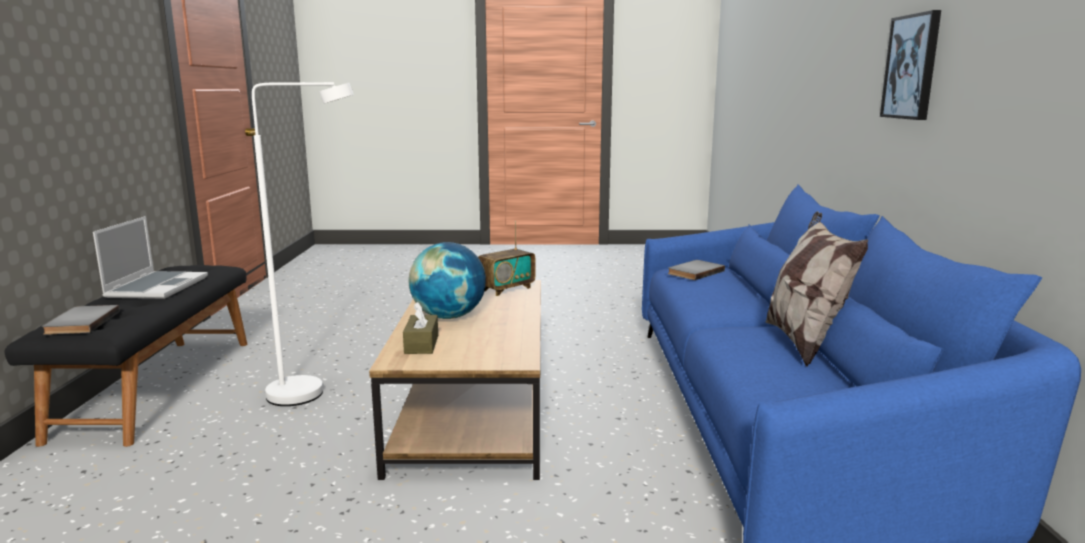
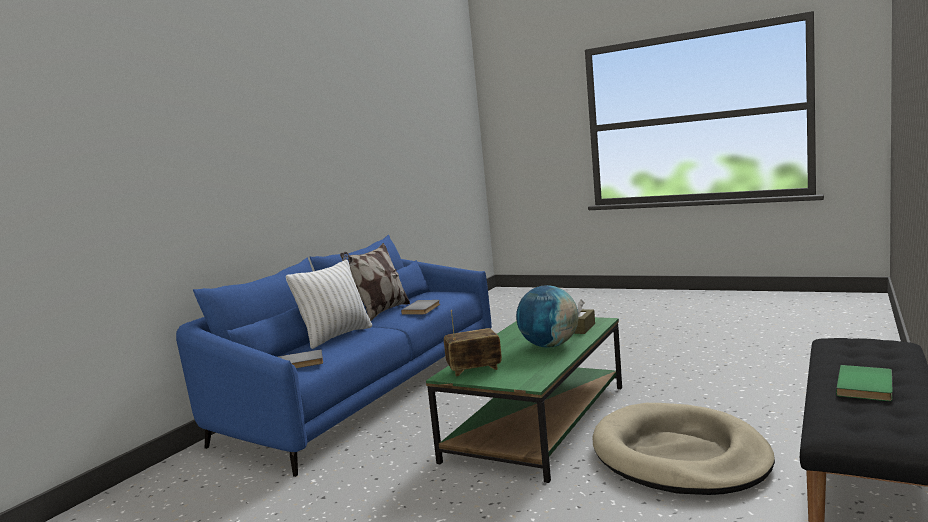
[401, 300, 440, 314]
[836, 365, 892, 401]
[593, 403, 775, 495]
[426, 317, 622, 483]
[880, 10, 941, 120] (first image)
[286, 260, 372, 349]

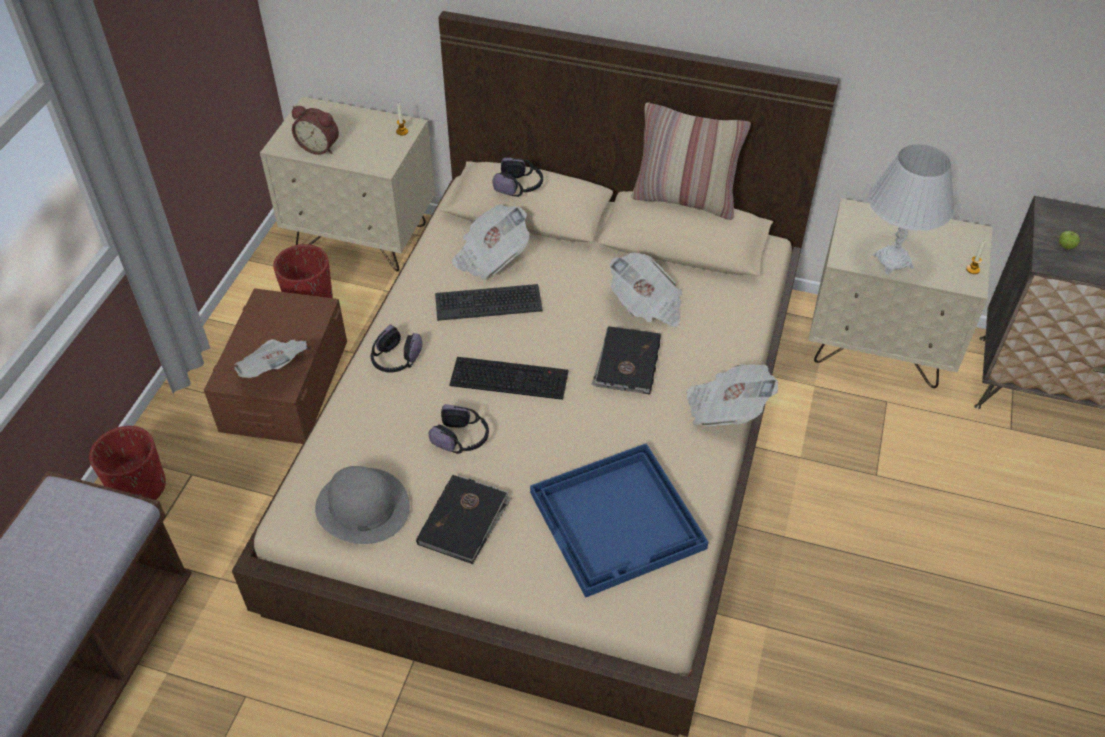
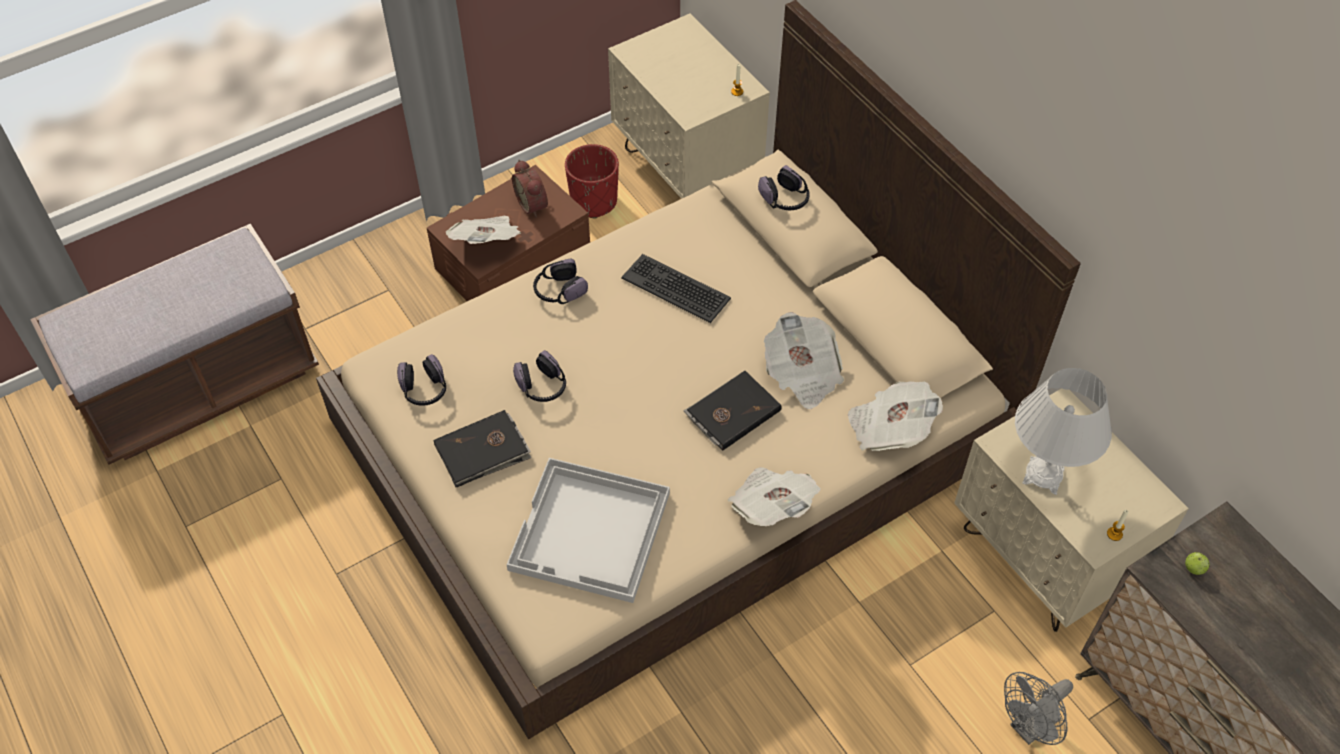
[89, 426, 166, 500] (first image)
[512, 160, 548, 217]
[397, 354, 446, 406]
[449, 357, 568, 400] (first image)
[847, 381, 943, 451]
[506, 458, 670, 603]
[631, 102, 751, 220] (first image)
[1004, 672, 1073, 745]

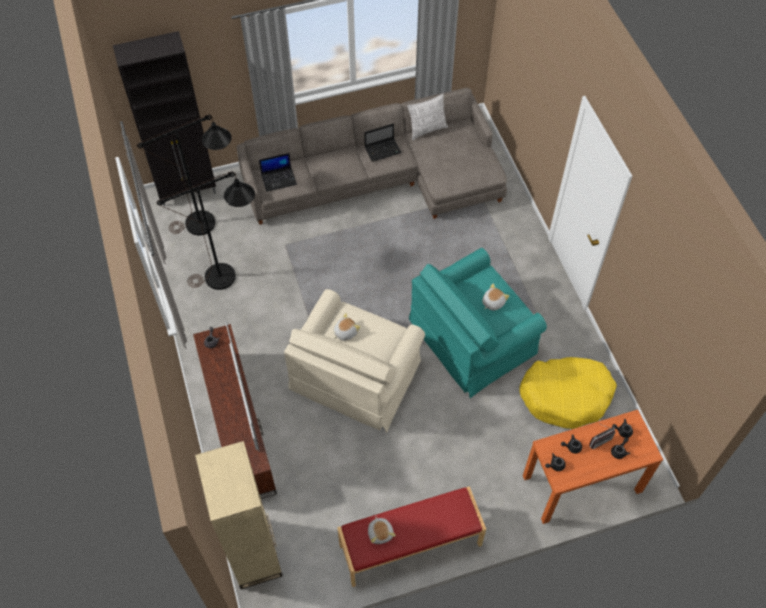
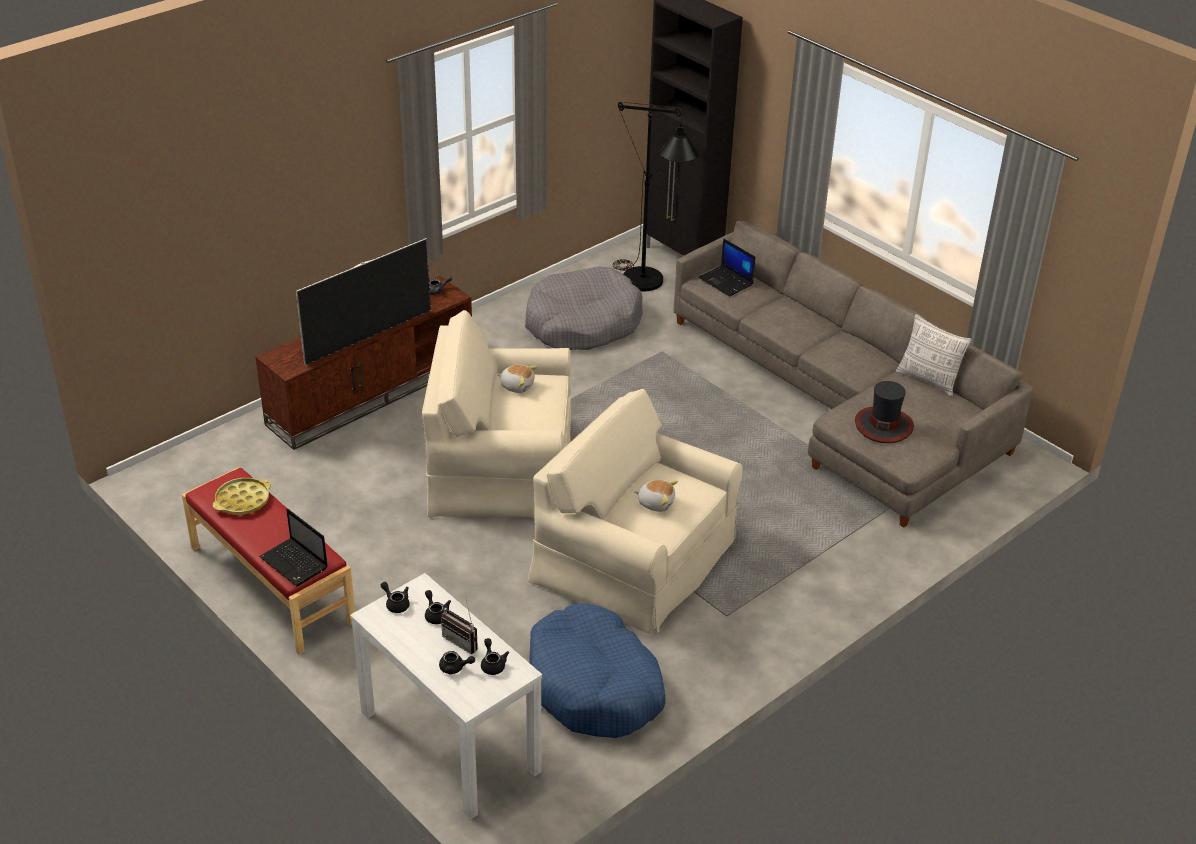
[525, 266, 643, 350]
[195, 441, 282, 589] (first image)
[259, 508, 328, 586]
[213, 478, 271, 515]
[528, 389, 743, 634]
[529, 603, 665, 738]
[350, 573, 542, 820]
[855, 381, 914, 443]

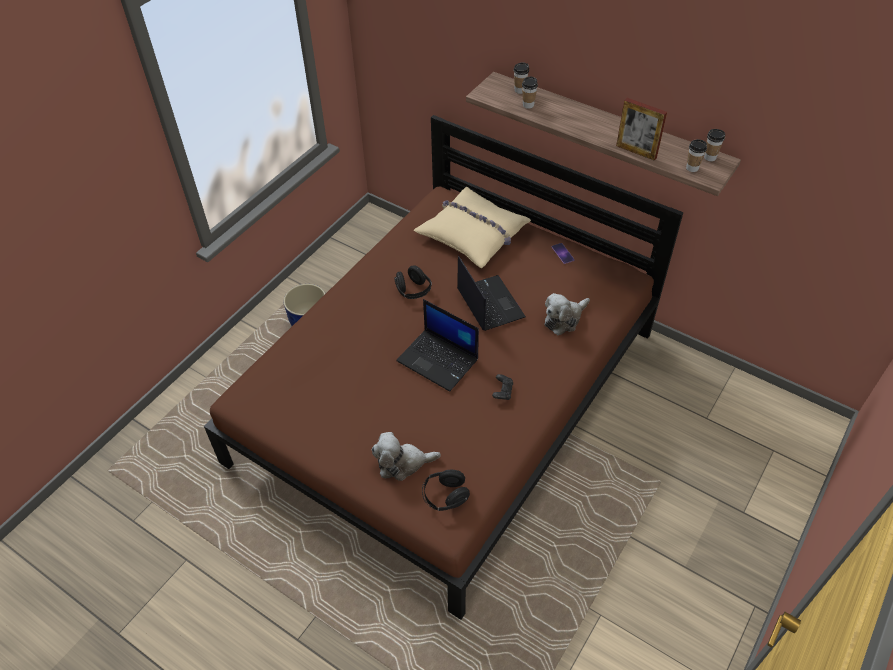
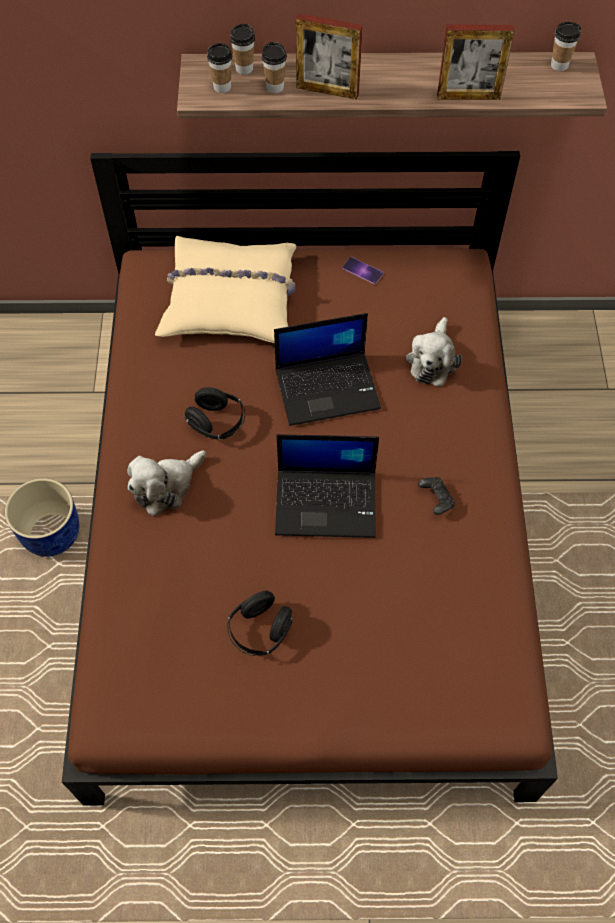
[127, 450, 206, 516]
[227, 591, 292, 656]
[274, 313, 381, 426]
[207, 43, 232, 93]
[296, 13, 363, 100]

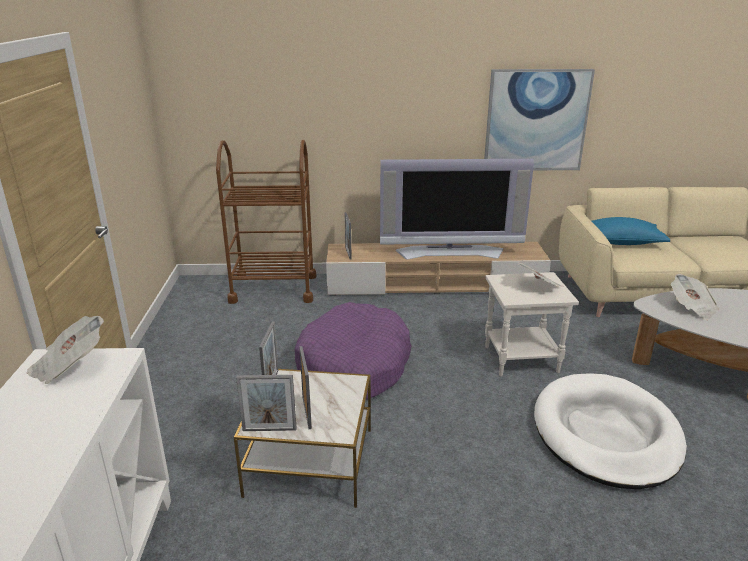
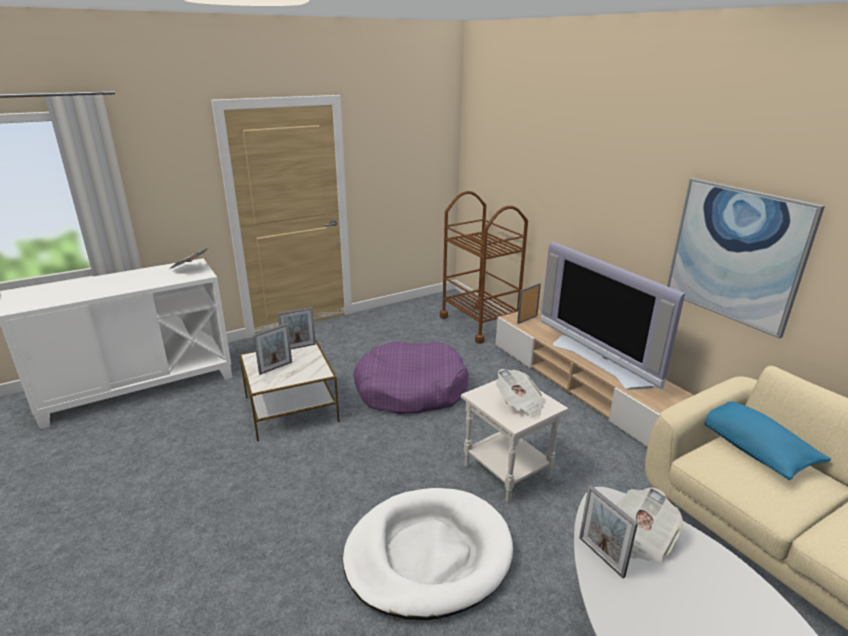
[579, 485, 638, 578]

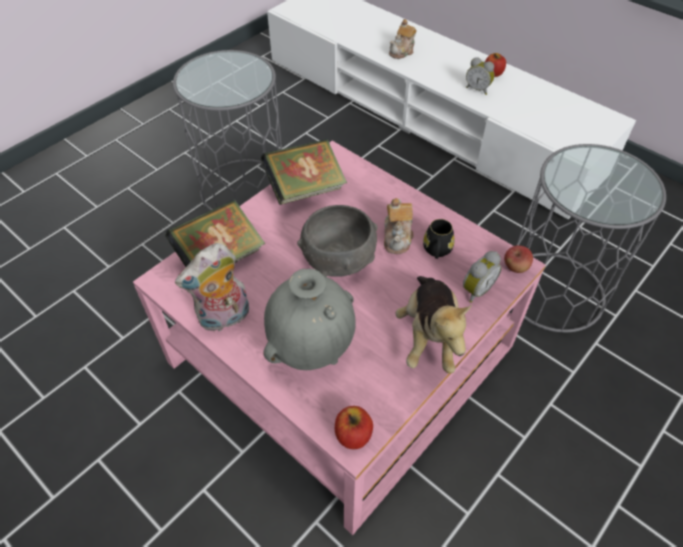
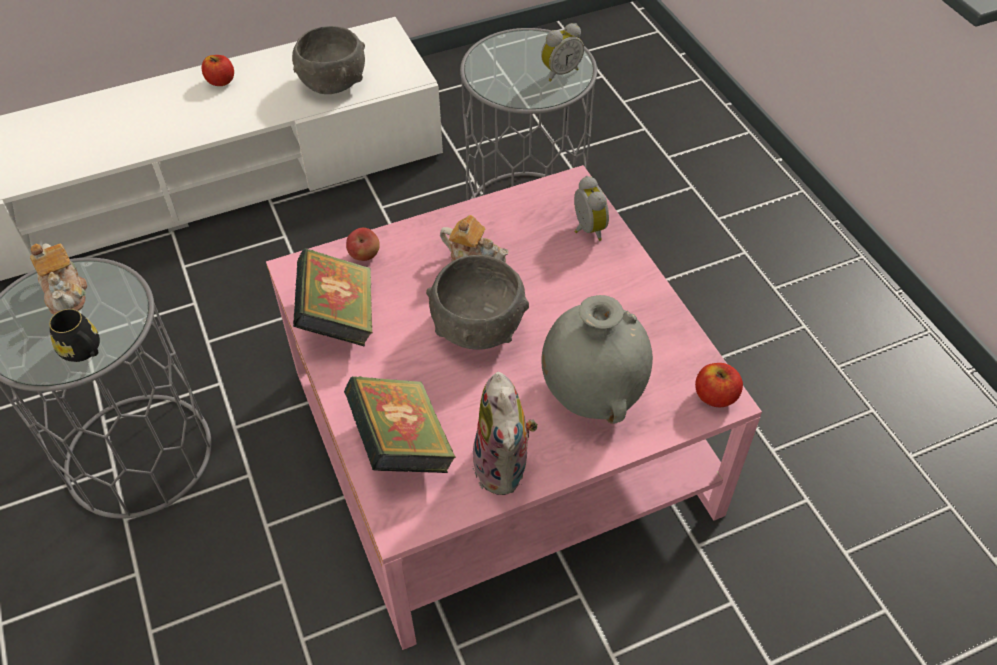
[30, 243, 87, 315]
[396, 276, 472, 374] (first image)
[49, 309, 100, 362]
[541, 23, 584, 82]
[346, 228, 380, 261]
[292, 26, 365, 94]

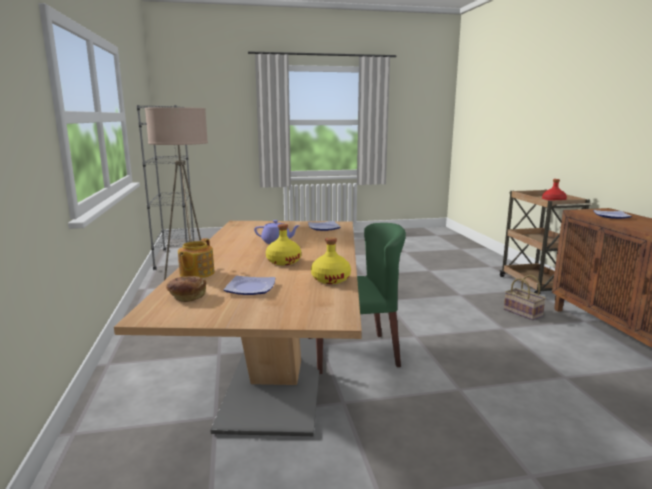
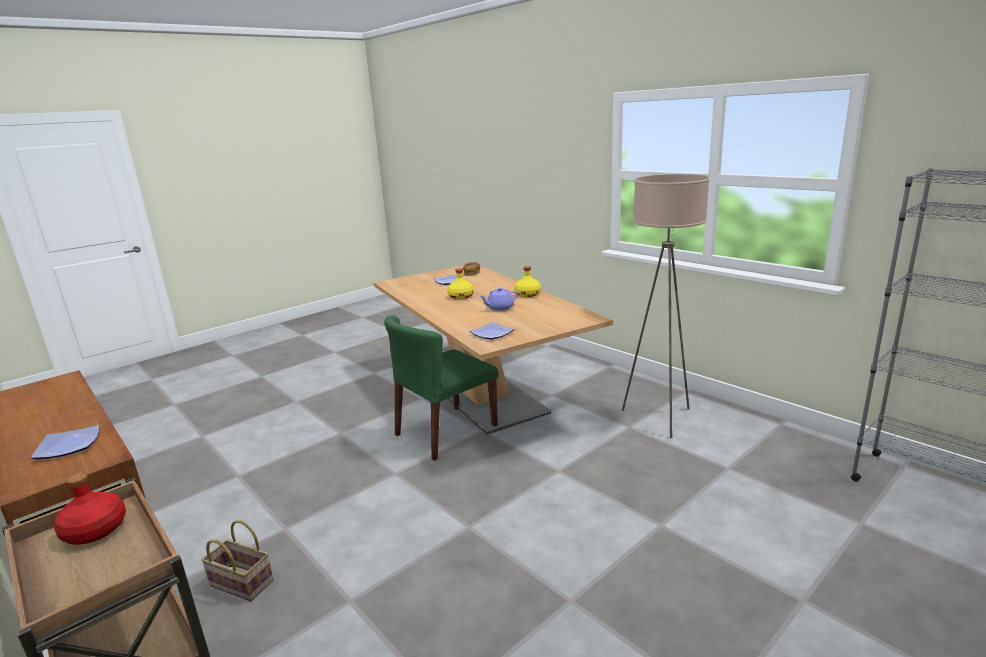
[178, 238, 215, 278] (first image)
[514, 266, 541, 298]

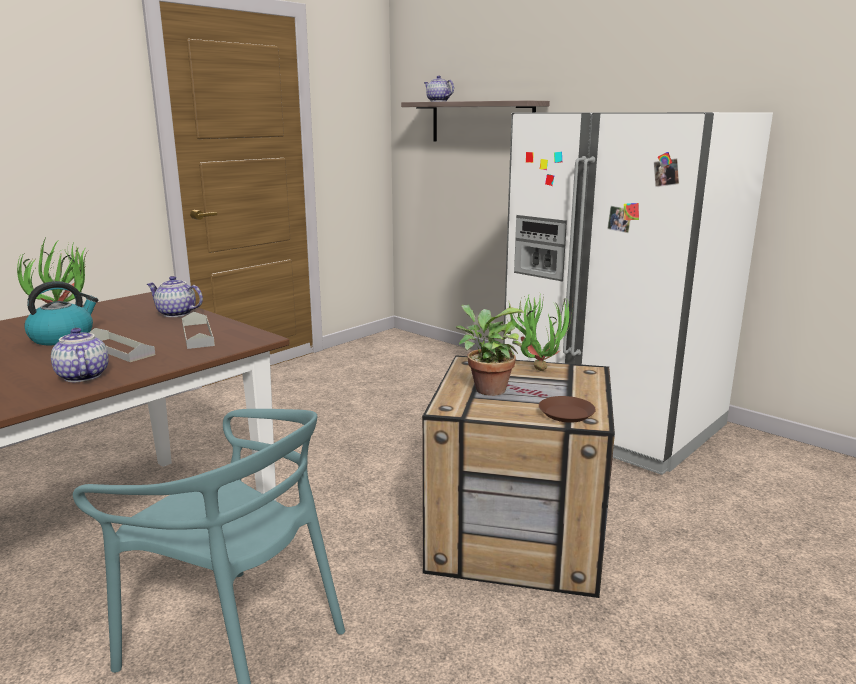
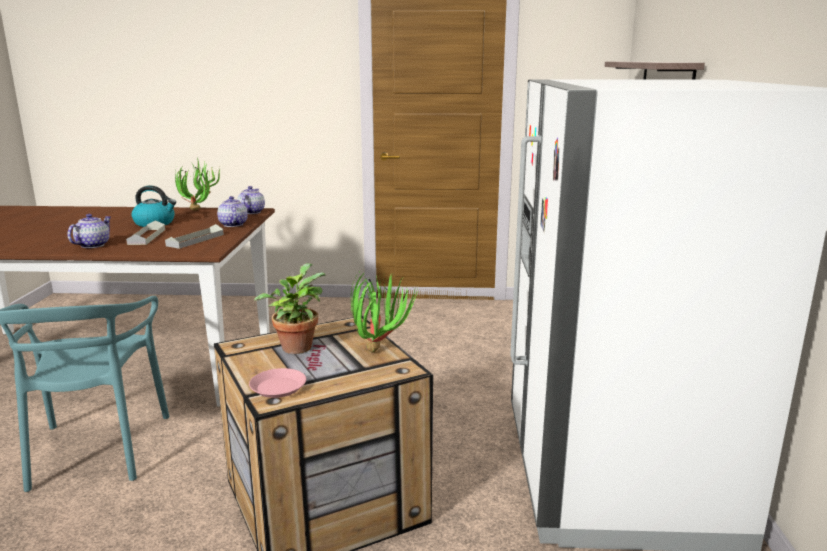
[237, 186, 265, 214]
[249, 368, 306, 398]

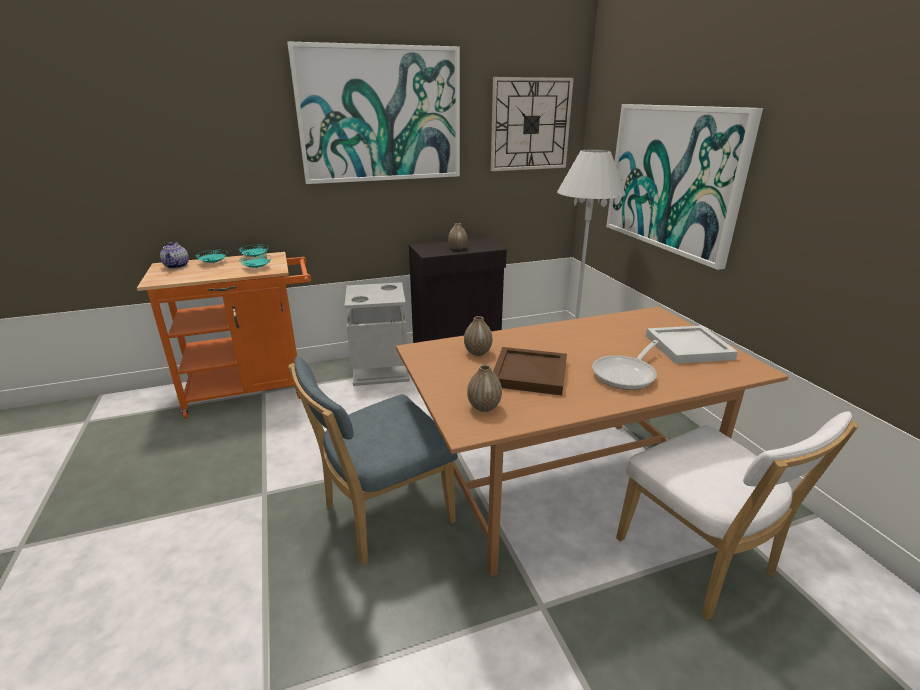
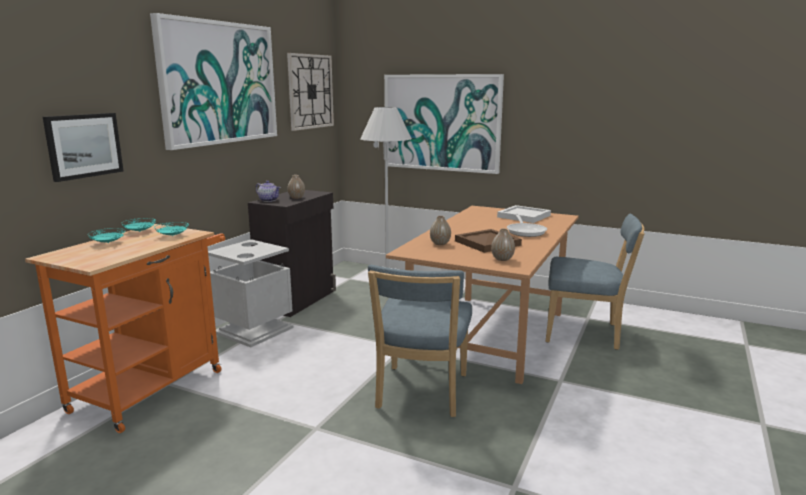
[256, 181, 281, 202]
[545, 214, 645, 350]
[43, 113, 123, 182]

